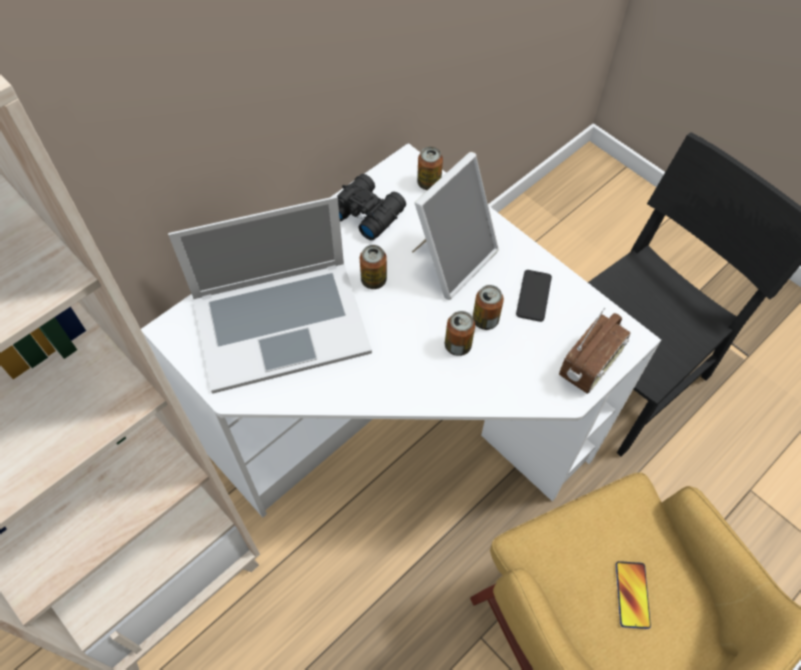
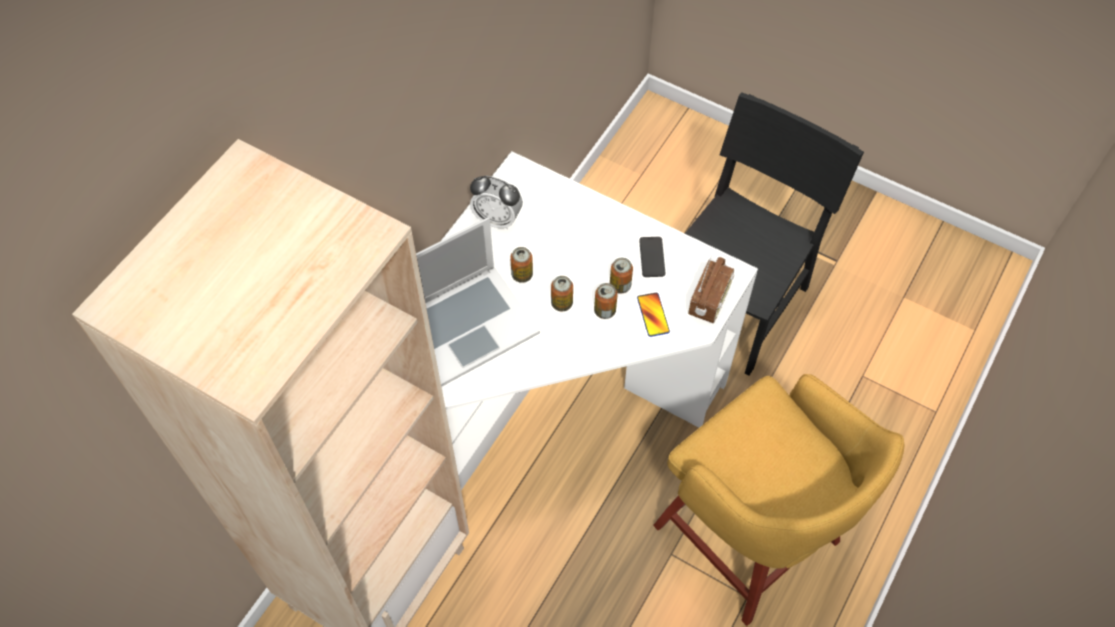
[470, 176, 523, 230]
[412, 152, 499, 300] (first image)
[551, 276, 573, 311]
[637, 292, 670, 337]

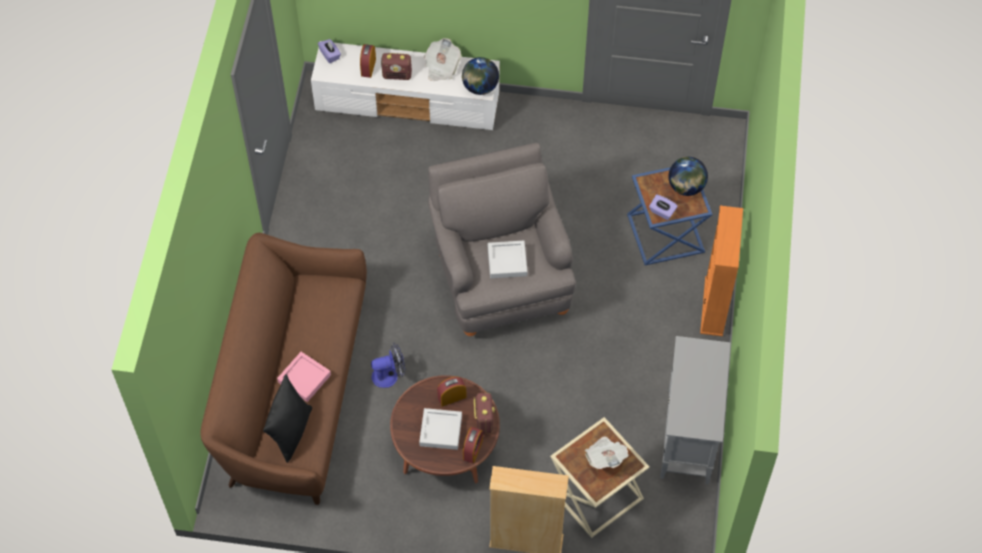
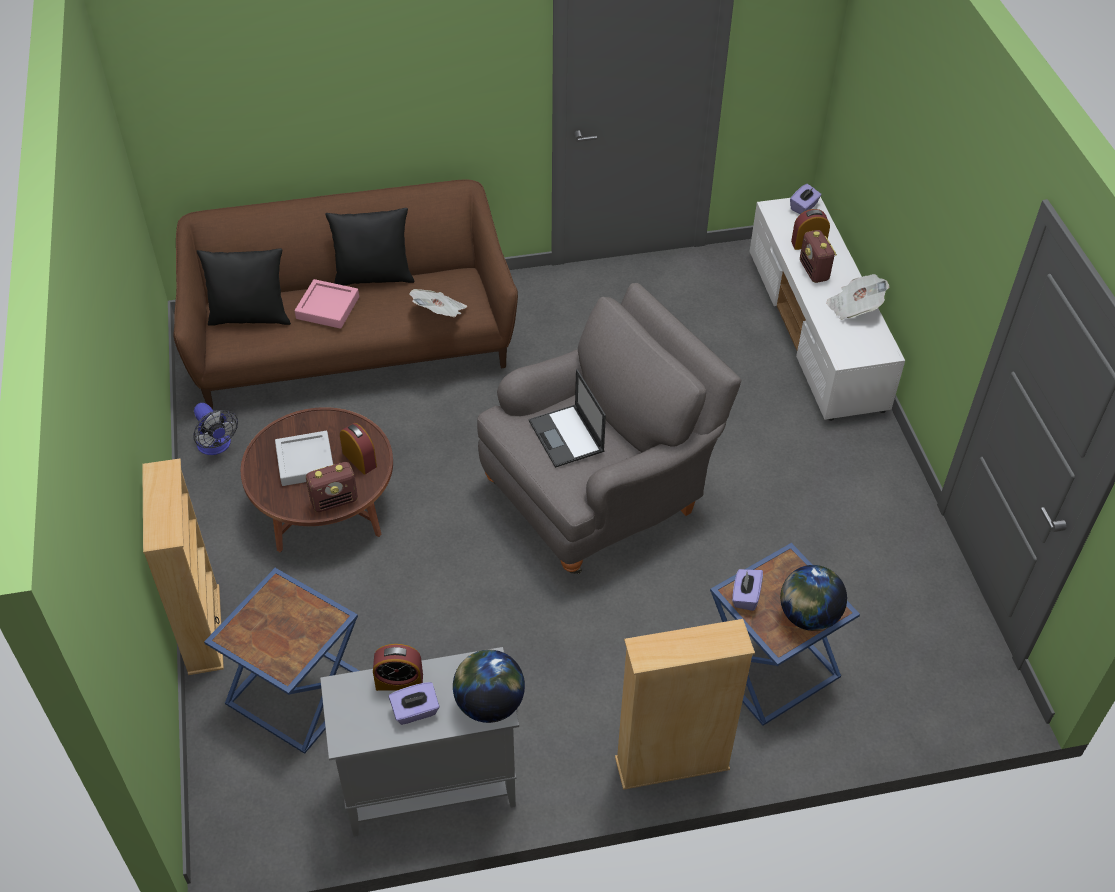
[193, 403, 238, 455]
[453, 650, 525, 723]
[373, 644, 423, 691]
[529, 369, 606, 468]
[204, 568, 360, 754]
[409, 289, 467, 317]
[615, 619, 755, 790]
[325, 208, 414, 286]
[389, 682, 440, 725]

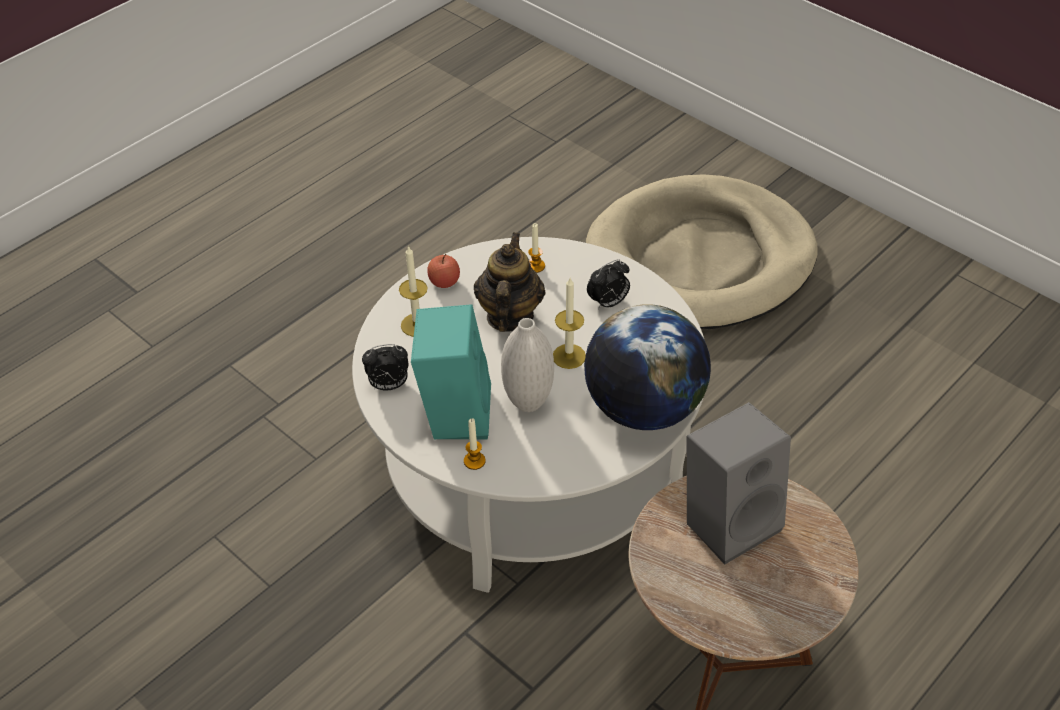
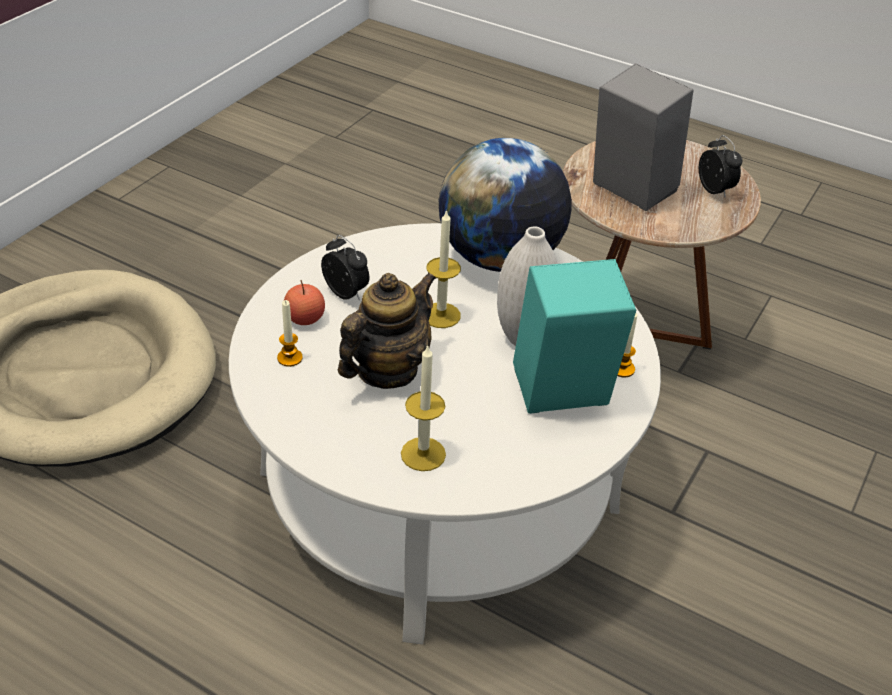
[699, 135, 742, 198]
[284, 280, 325, 325]
[338, 272, 436, 389]

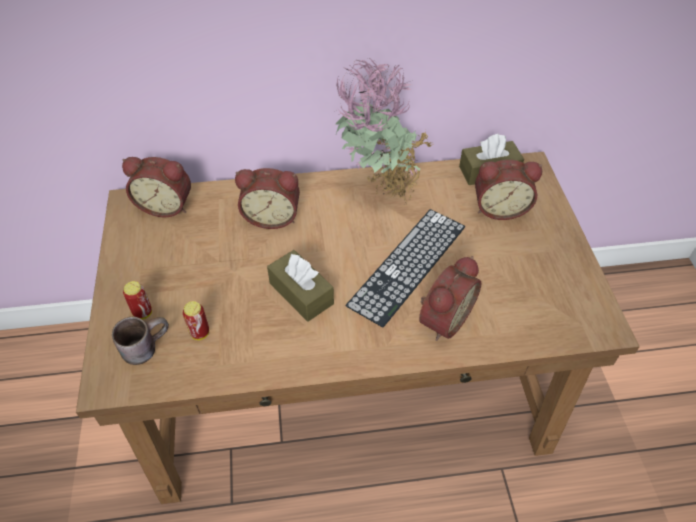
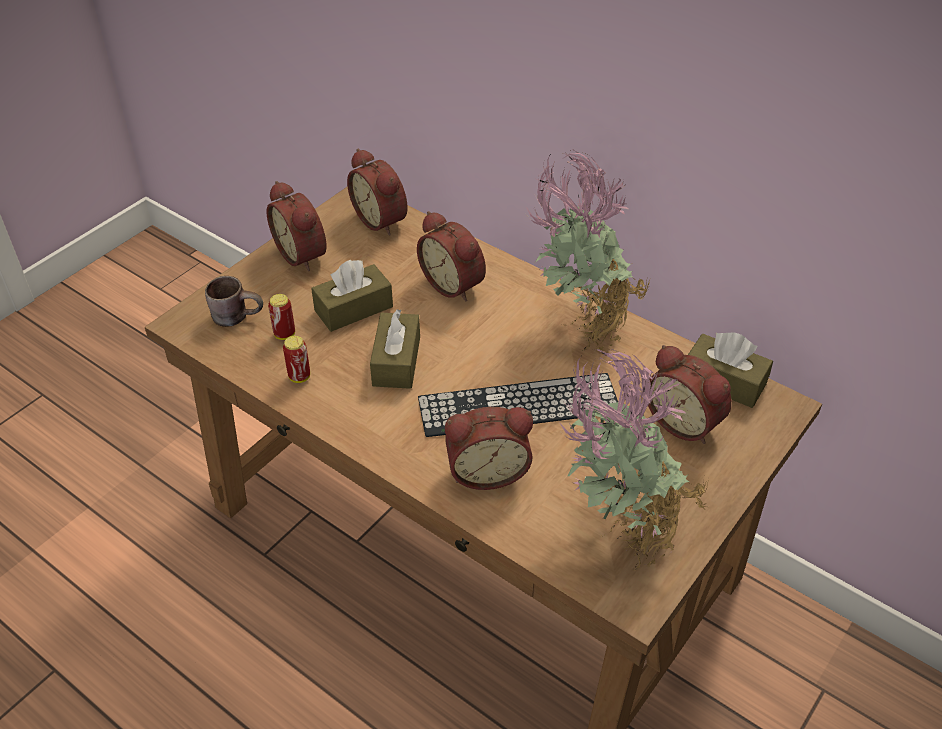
[283, 336, 310, 383]
[266, 181, 327, 271]
[311, 260, 393, 332]
[559, 349, 709, 570]

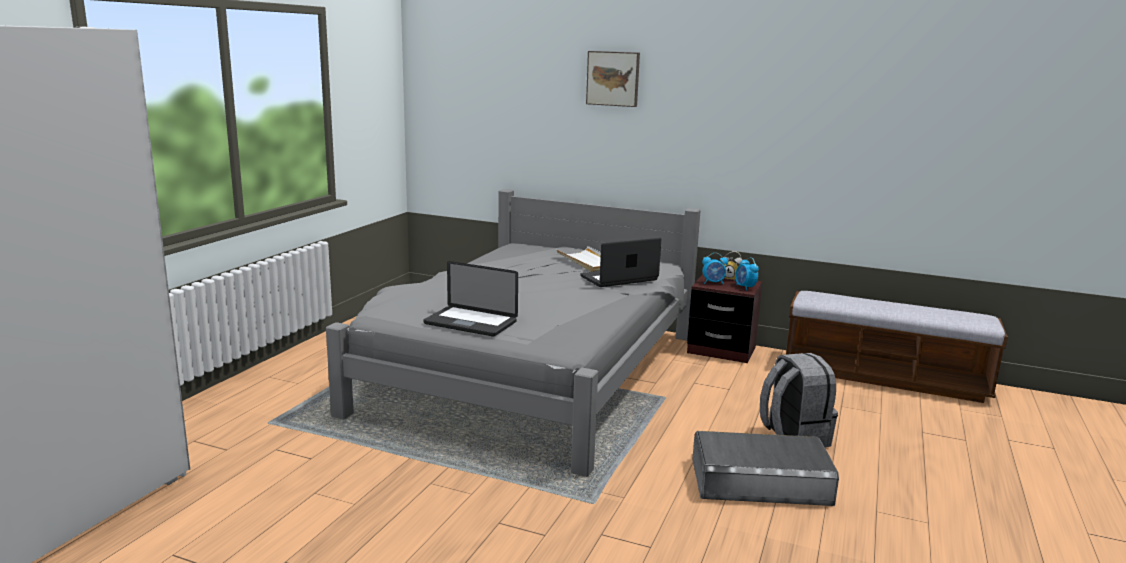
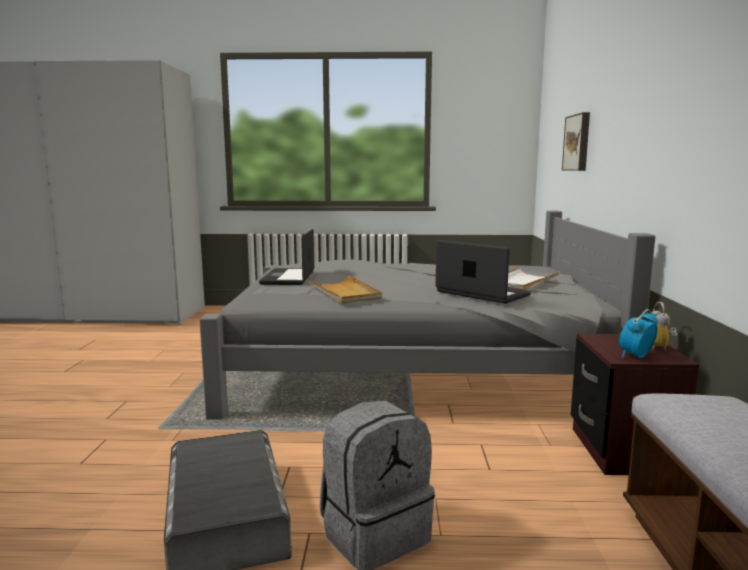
[562, 112, 590, 171]
[702, 253, 728, 284] (first image)
[307, 276, 382, 304]

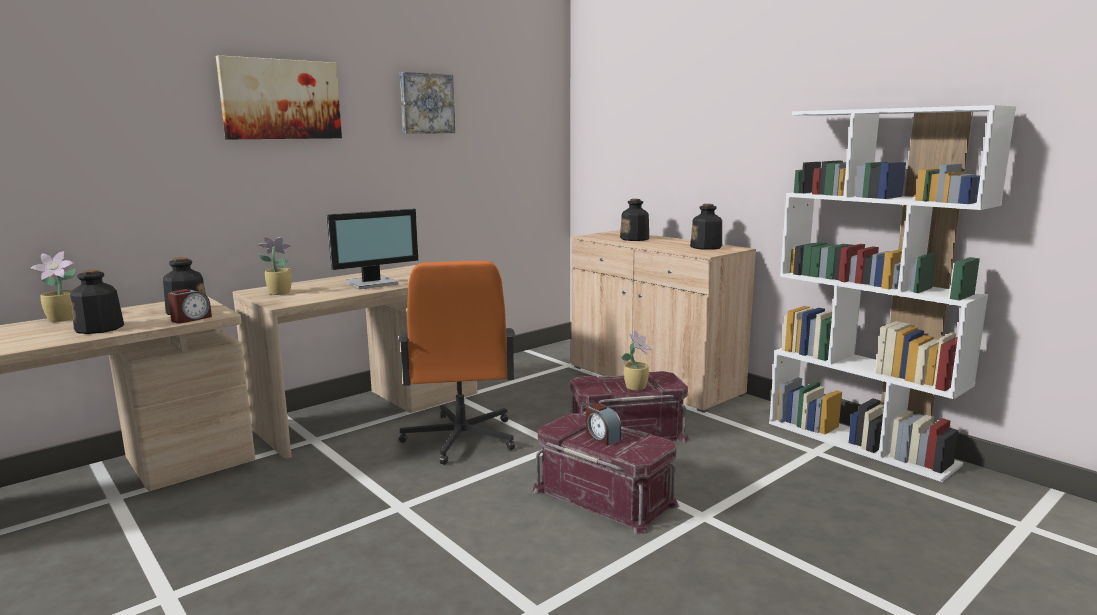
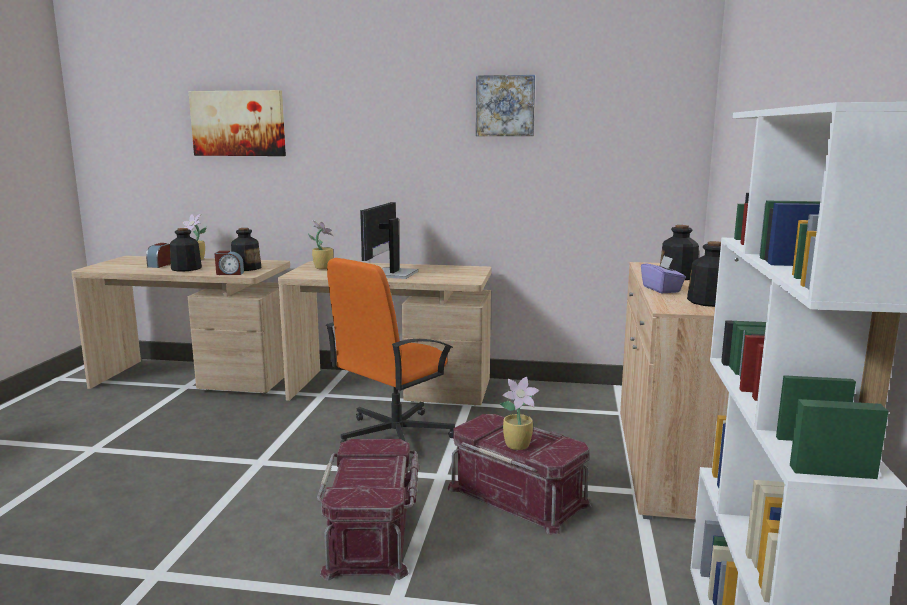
[188, 90, 286, 156]
[360, 202, 418, 279]
[146, 243, 171, 268]
[641, 255, 686, 293]

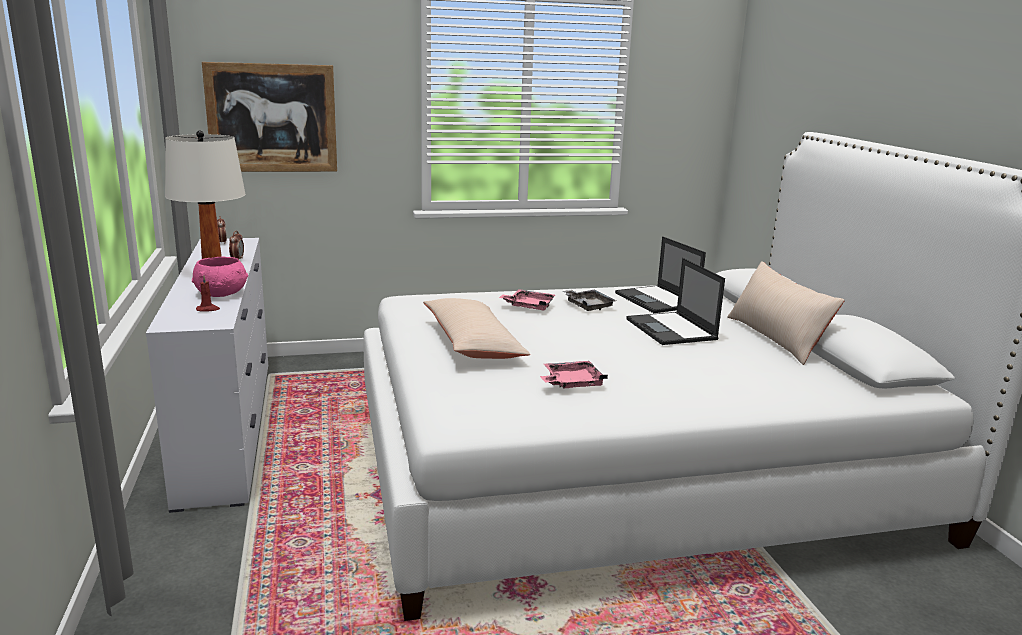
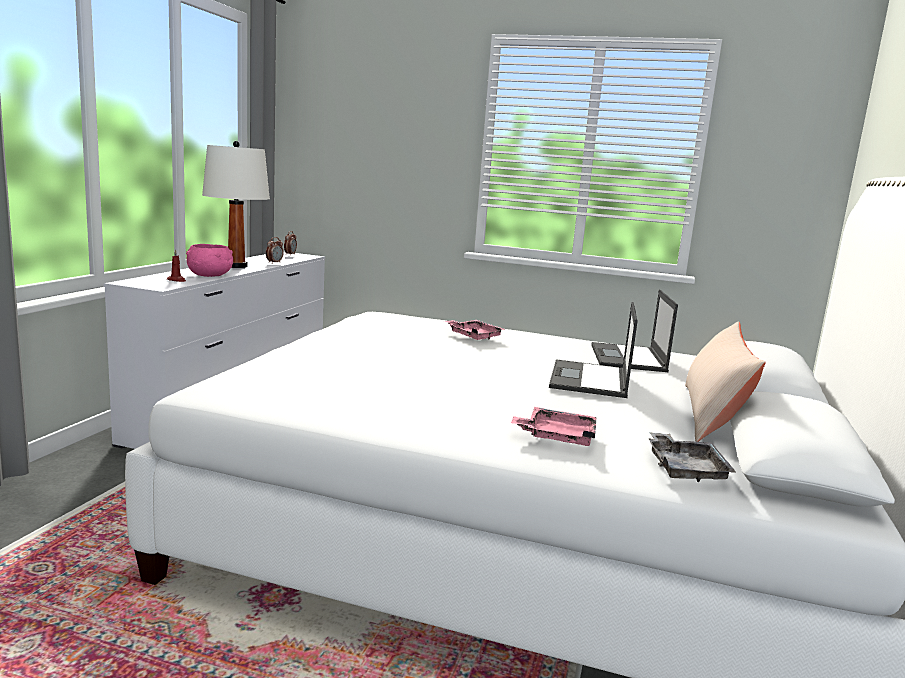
[202, 62, 337, 172] (first image)
[423, 298, 530, 359] (first image)
[511, 407, 597, 446]
[649, 432, 737, 482]

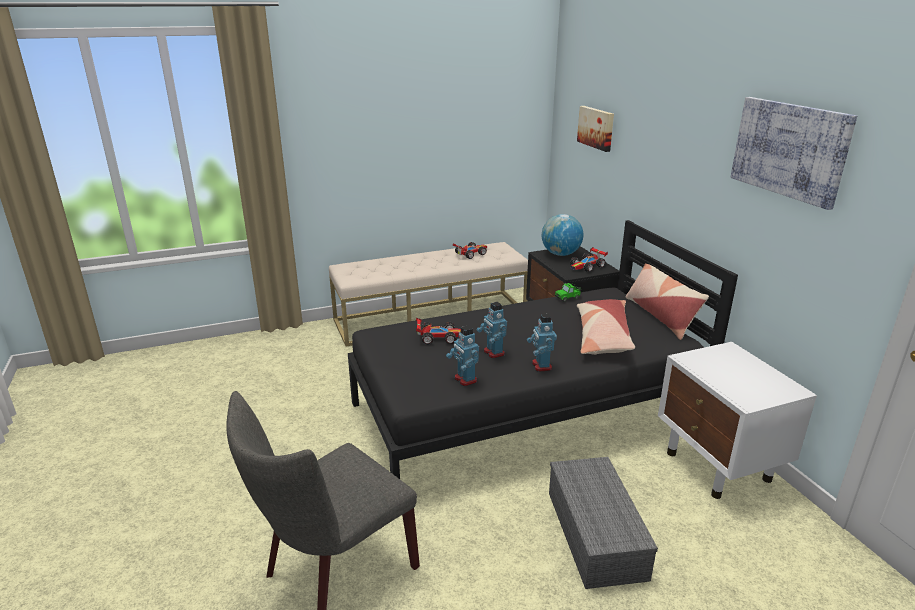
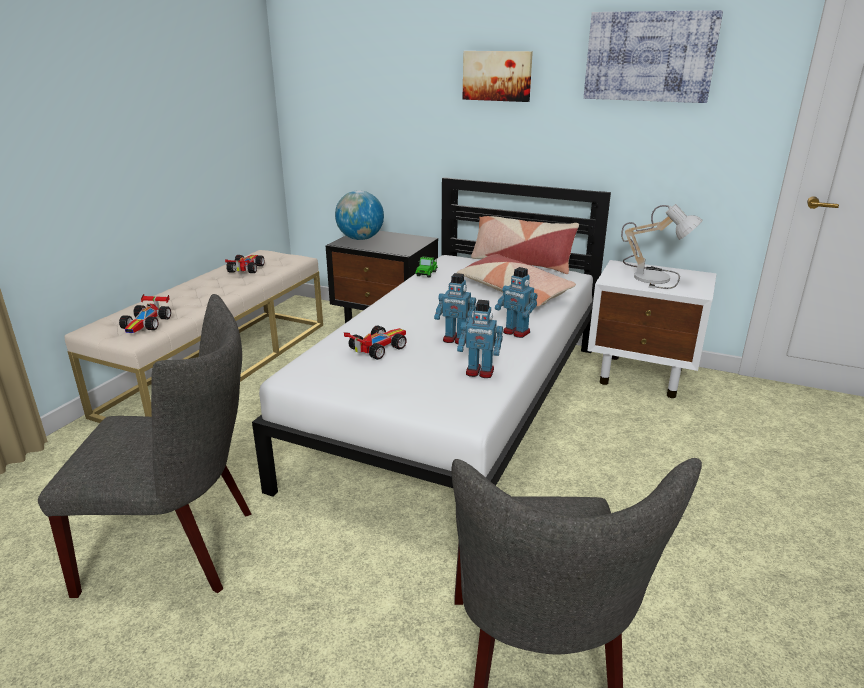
[252, 177, 611, 496]
[549, 457, 658, 589] (first image)
[119, 294, 171, 333]
[463, 51, 533, 102]
[38, 294, 252, 598]
[621, 204, 702, 289]

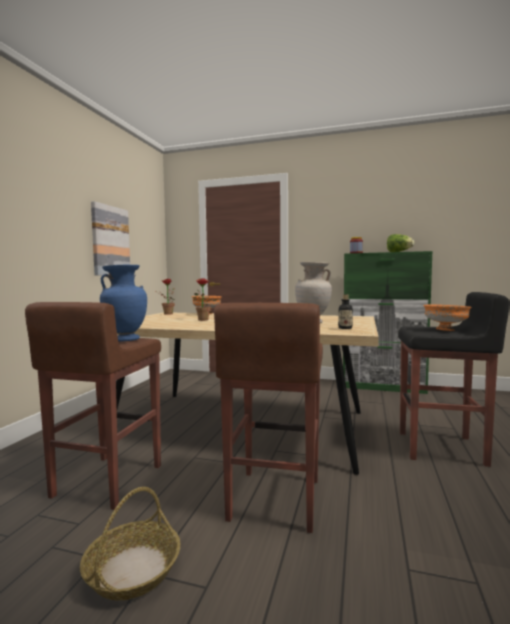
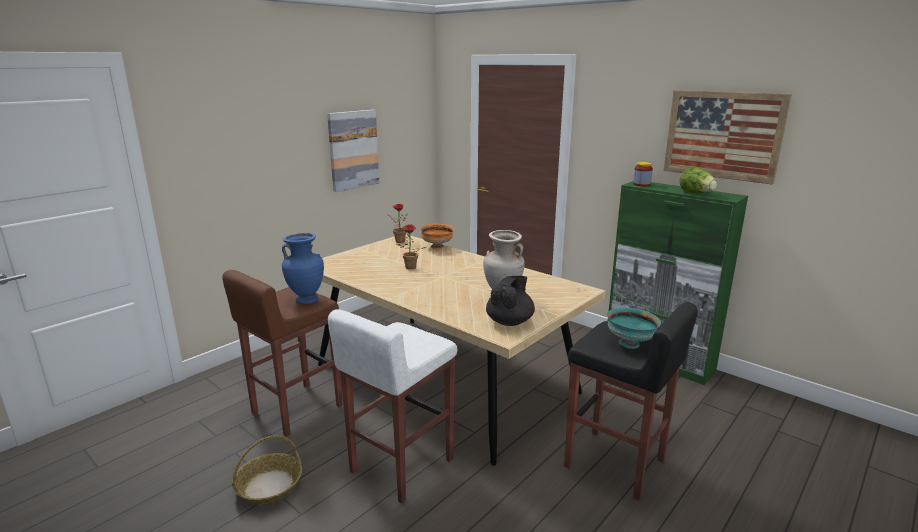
[328, 309, 457, 504]
[486, 276, 535, 326]
[607, 307, 661, 349]
[663, 90, 792, 185]

